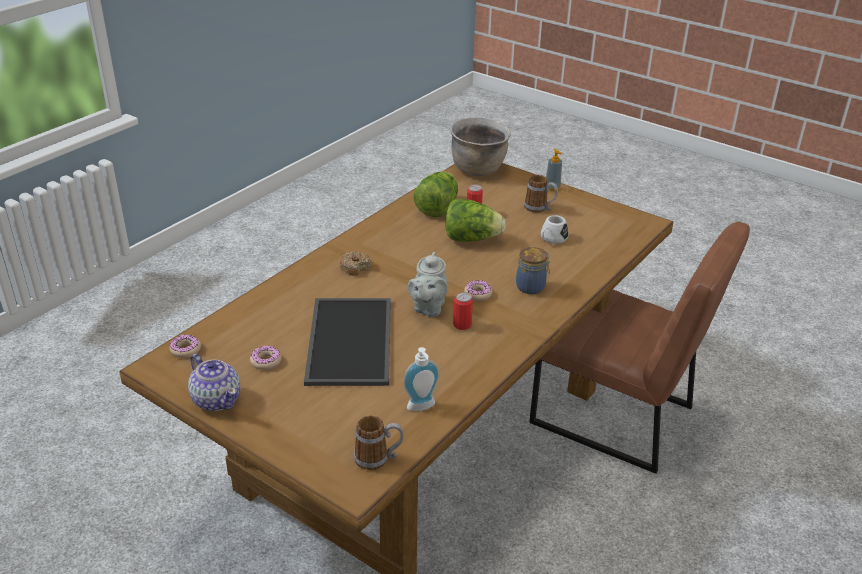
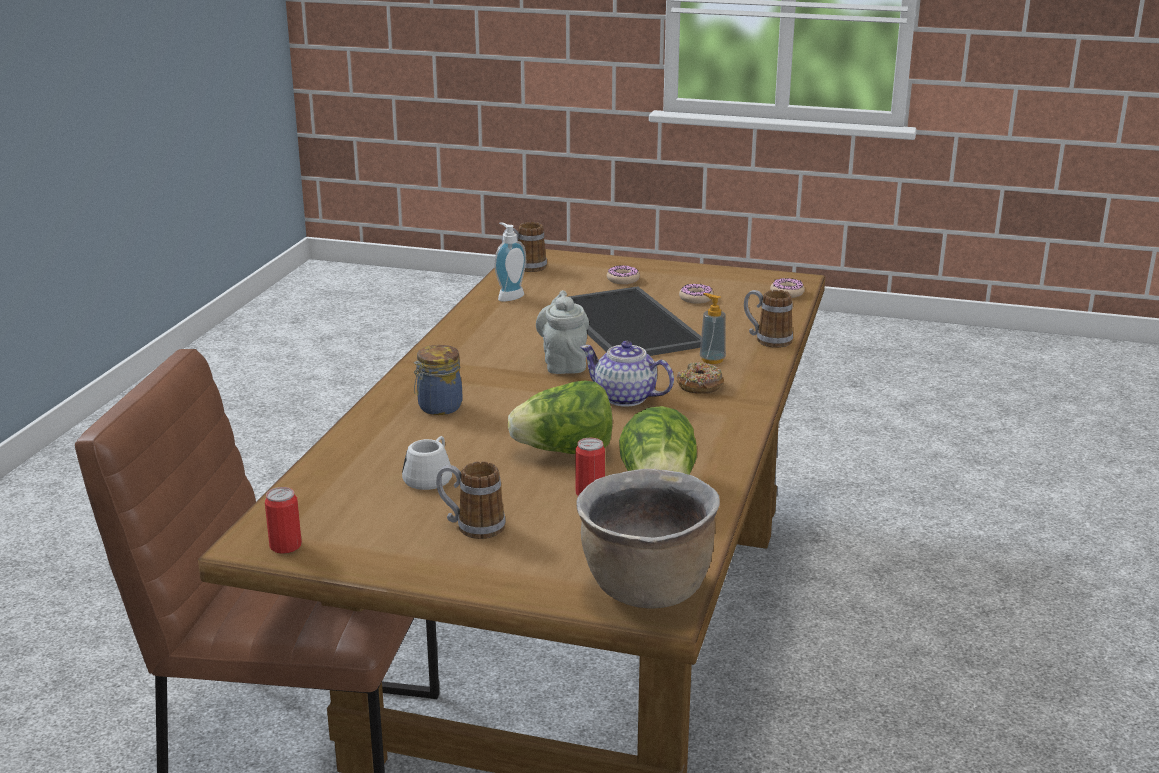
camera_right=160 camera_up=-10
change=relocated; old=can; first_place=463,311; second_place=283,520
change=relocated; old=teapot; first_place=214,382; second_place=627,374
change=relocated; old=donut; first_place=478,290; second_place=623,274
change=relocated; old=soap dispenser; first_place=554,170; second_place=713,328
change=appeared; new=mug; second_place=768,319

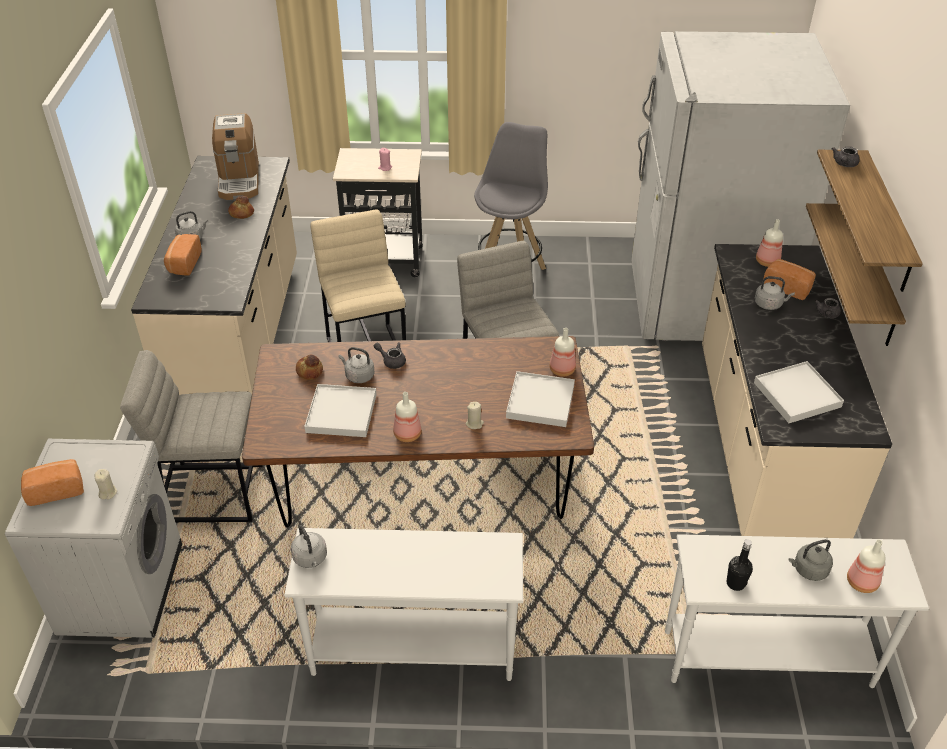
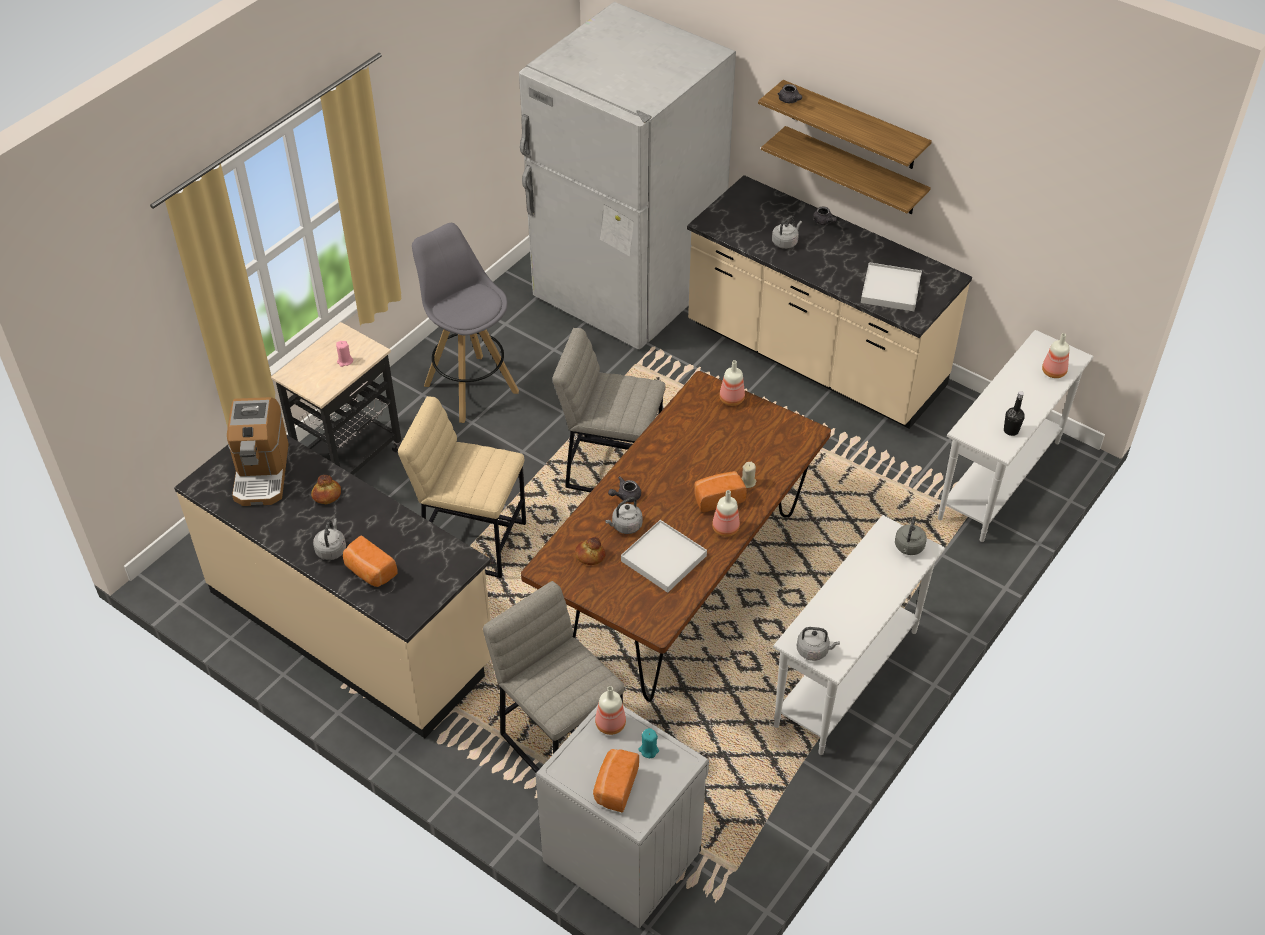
camera_right=-55 camera_up=5
change=spun; old=coffee machine; first_place=235,156; second_place=258,451; degrees=60
change=spun; old=chair/grey; first_place=191,436; second_place=554,677; degrees=105
change=relocated; old=bottle; first_place=769,243; second_place=610,710
change=colour; old=candle/beige; new=candle/turquoise; first_place=105,484; second_place=648,743
change=relocated; old=bread; first_place=790,279; second_place=720,491
change=relocated; old=kettle/grey; first_place=810,560; second_place=911,535
change=missing; old=tray/white; first_place=540,399

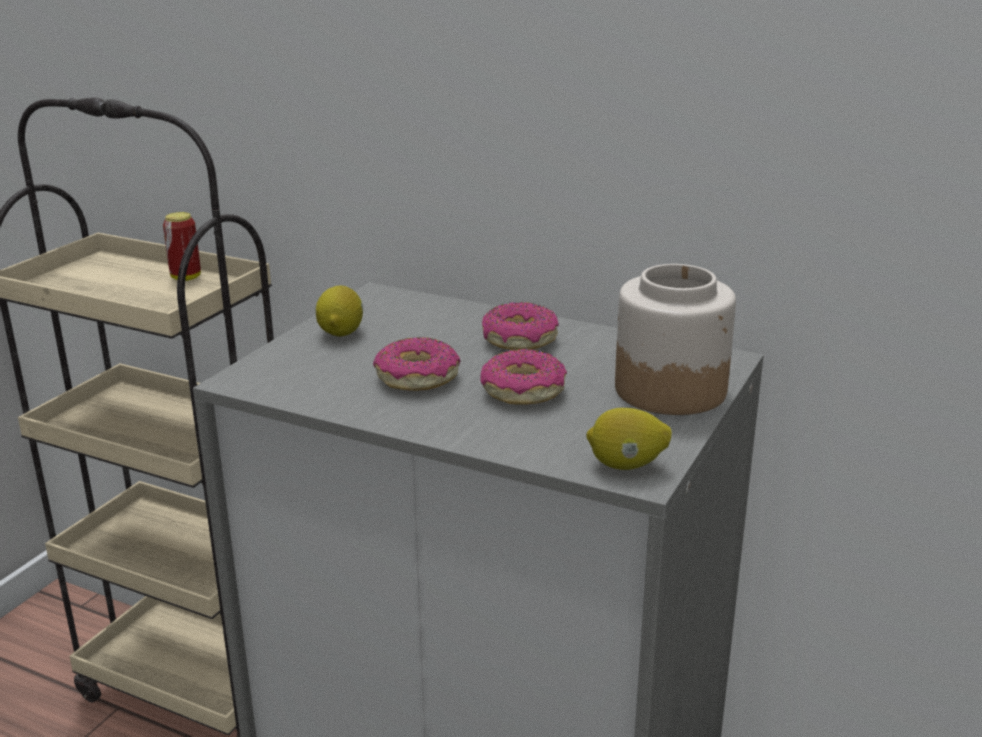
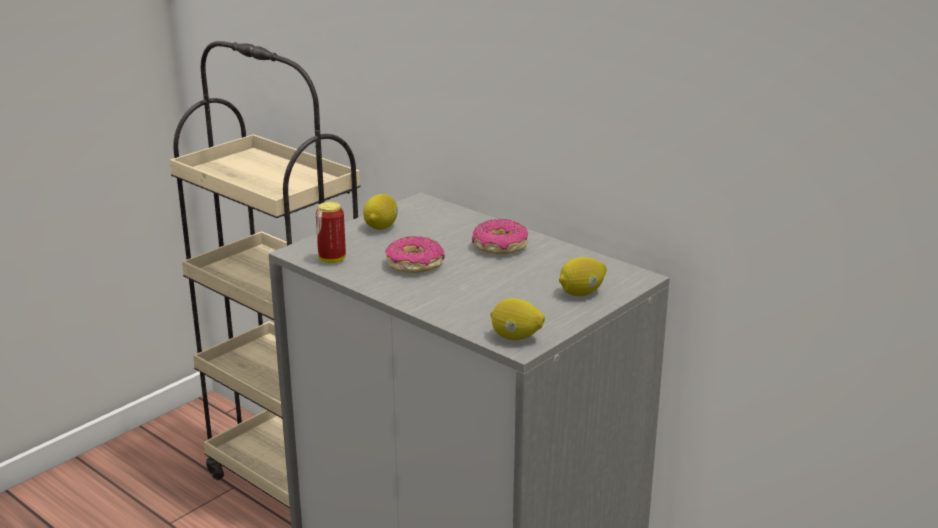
camera_right=15 camera_up=0
change=relocated; old=can; first_place=182,246; second_place=331,232
change=exchanged; old=jar; new=lemon; first_place=675,339; second_place=583,276
change=missing; old=donut; first_place=523,377

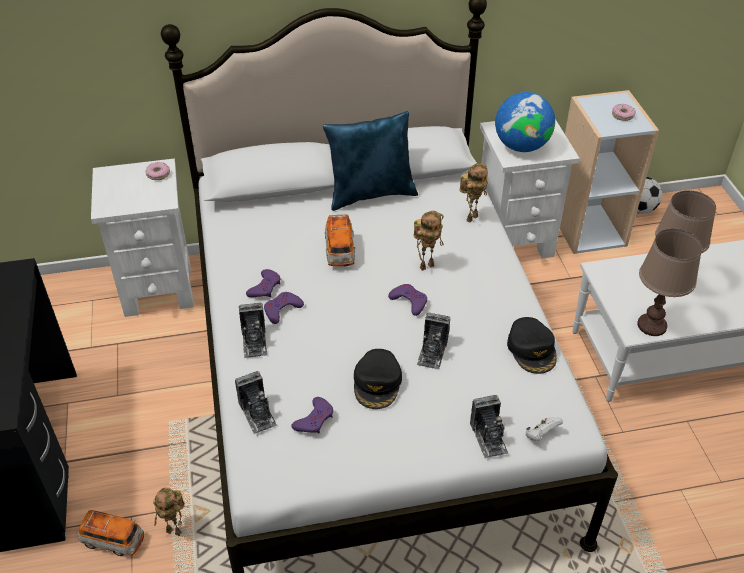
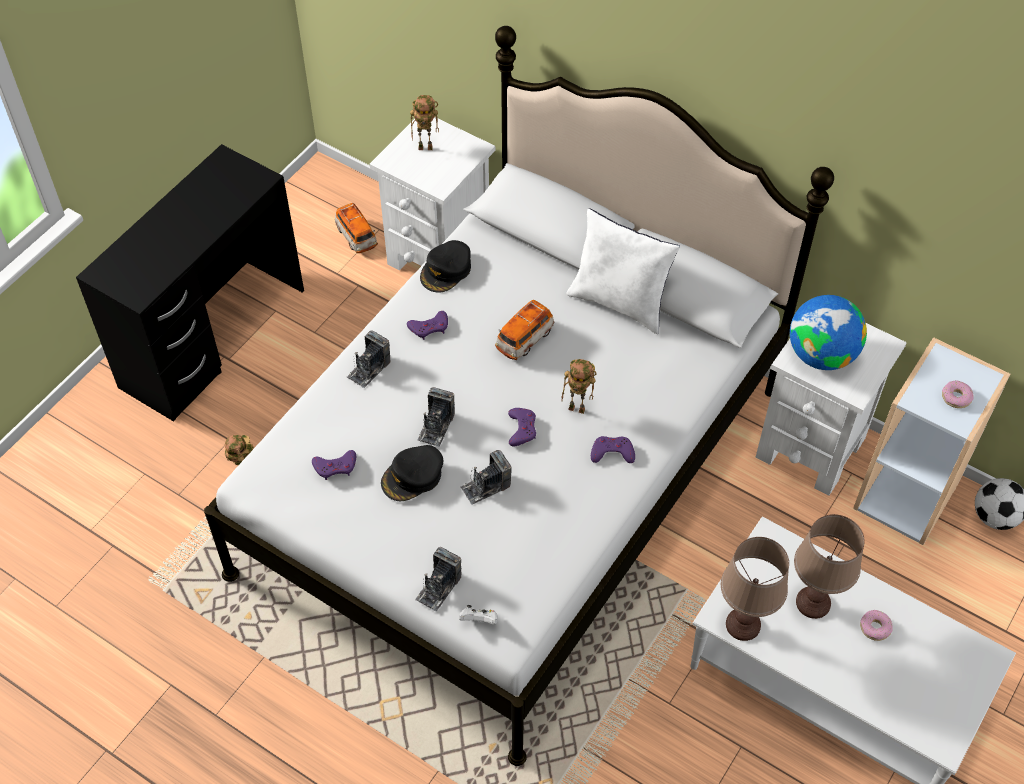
camera_right=45 camera_up=10
change=relocated; old=toy car; first_place=111,533; second_place=356,228
change=relocated; old=toy robot; first_place=473,193; second_place=424,122
change=relocated; old=photo camera; first_place=256,402; second_place=436,417
change=relocated; old=cap/black; first_place=532,345; second_place=445,266
change=colour; old=pillow/blue; new=pillow/white; first_place=370,161; second_place=623,271
change=relocated; old=game controller/purple; first_place=284,308; second_place=613,449
change=relocated; old=donut; first_place=158,171; second_place=876,625

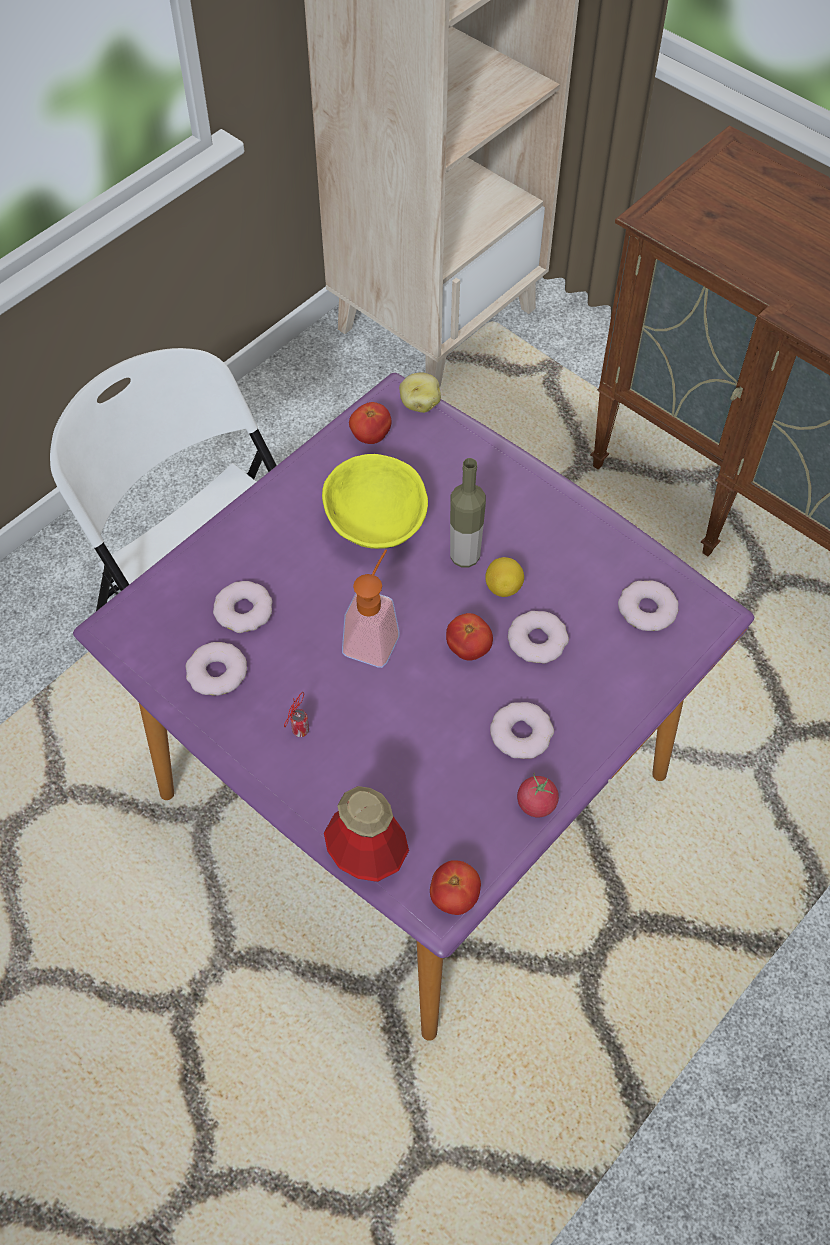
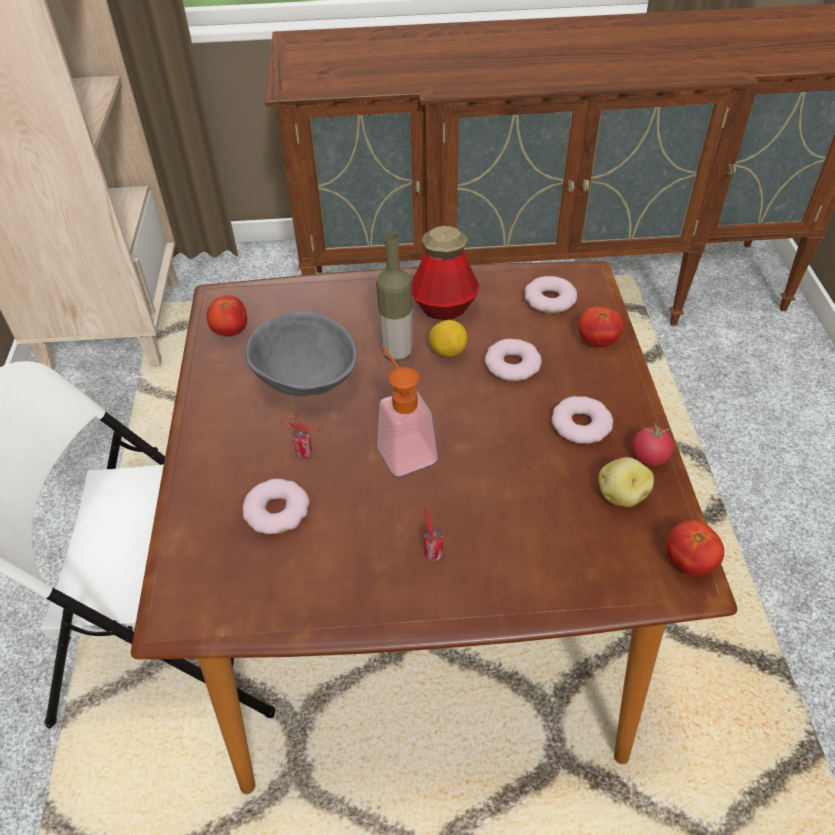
camera_right=-45 camera_up=-10
change=colour; old=dining table/purple; new=dining table/brown; first_place=413,707; second_place=434,527
change=colour; old=bowl/yellow; new=bowl/grey; first_place=375,501; second_place=301,353
change=appeared; new=can; second_place=300,436
change=relocated; old=bottle; first_place=366,834; second_place=445,273
change=relocated; old=tomato; first_place=469,637; second_place=601,326
change=relocated; old=potato; first_place=420,392; second_place=626,482
change=missing; old=donut; first_place=216,669

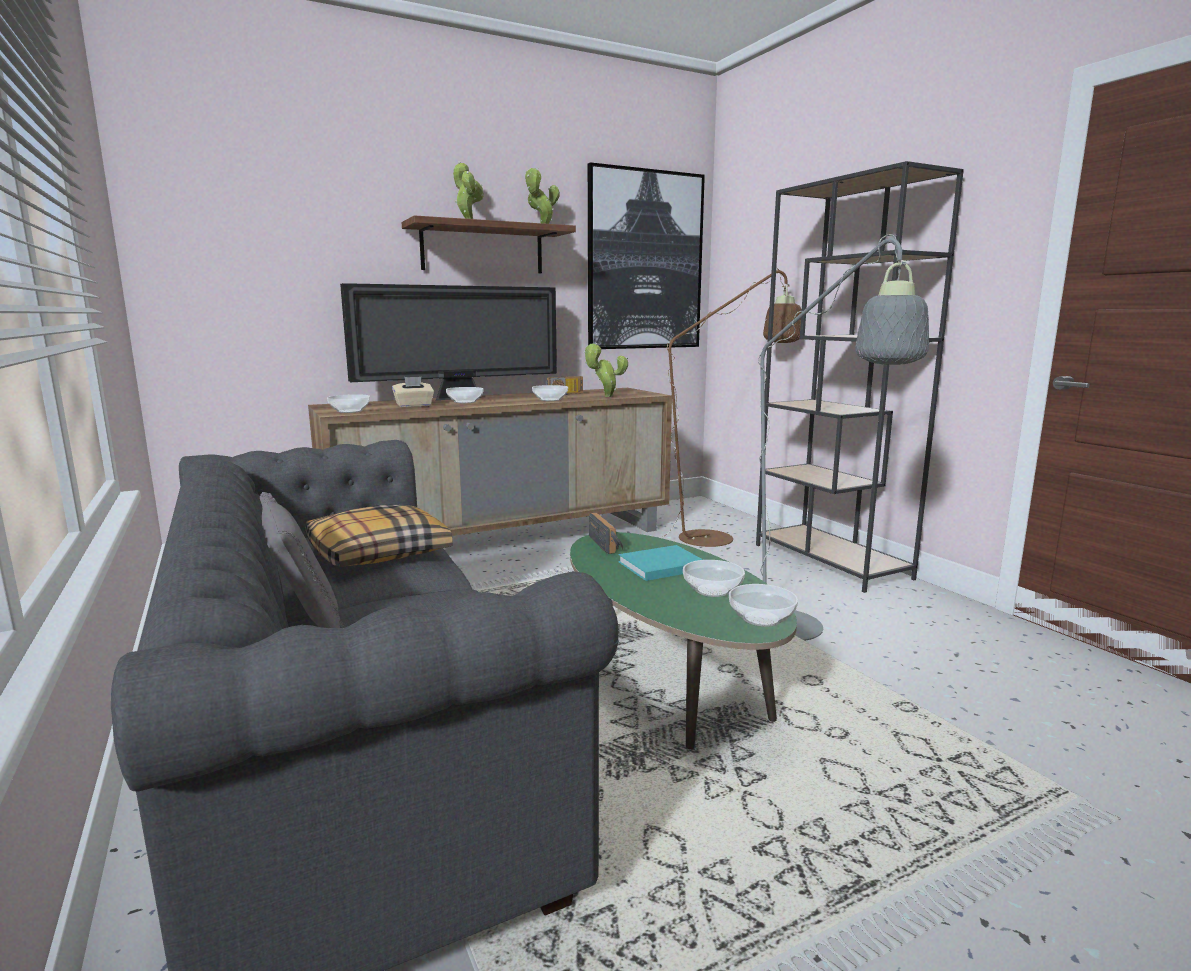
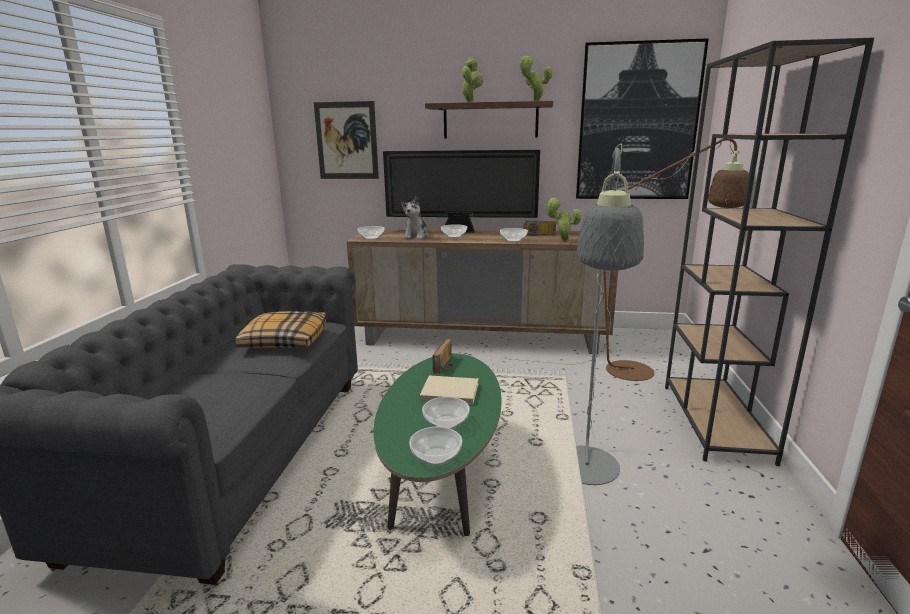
camera_right=35 camera_up=5
change=appeared; new=picture; second_place=346,140
change=exchanged; old=tissue box/beige; new=plush toy; first_place=413,392; second_place=415,217
change=colour; old=book/turquoise; new=book/beige; first_place=660,563; second_place=449,390
change=missing; old=pillow/grey; first_place=303,560

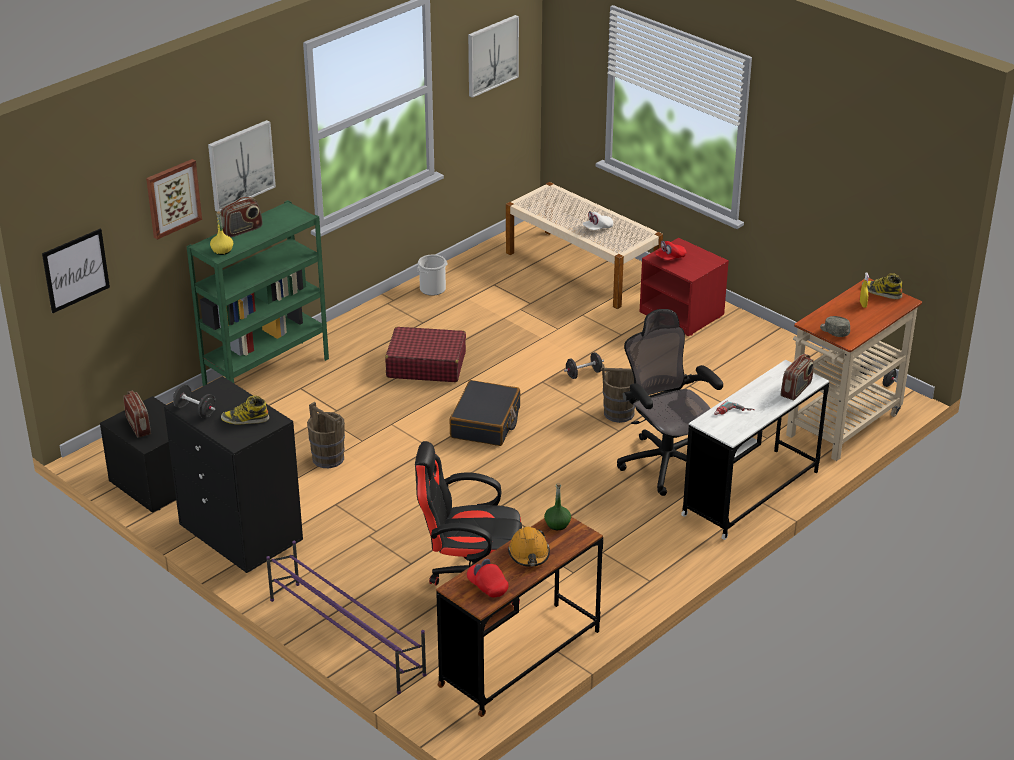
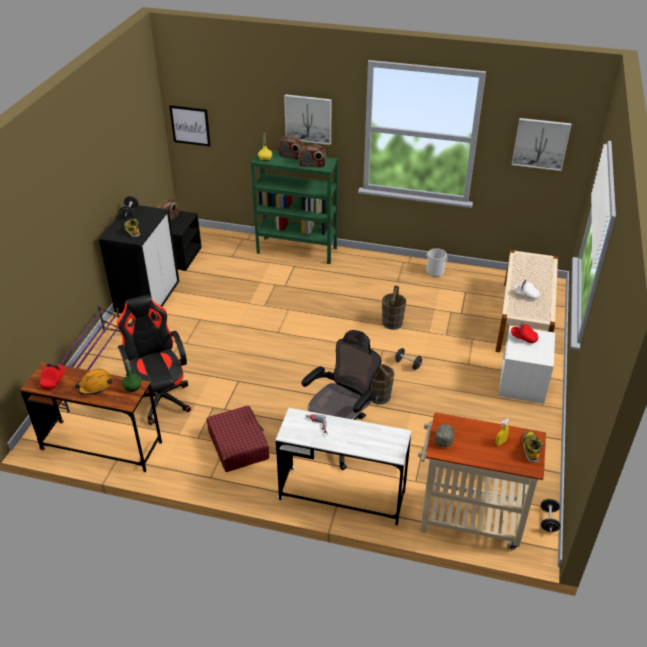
camera_right=60 camera_up=5
change=relocated; old=suitcase/red; first_place=425,354; second_place=238,438
change=relocated; old=radio; first_place=797,377; second_place=312,156
change=relocated; old=bucket/brown; first_place=326,435; second_place=394,307
change=colour; old=nightstand/red; new=nightstand/white; first_place=684,287; second_place=526,365
change=missing; old=picture; first_place=174,199
change=missing; old=suitcase/black; first_place=484,413

